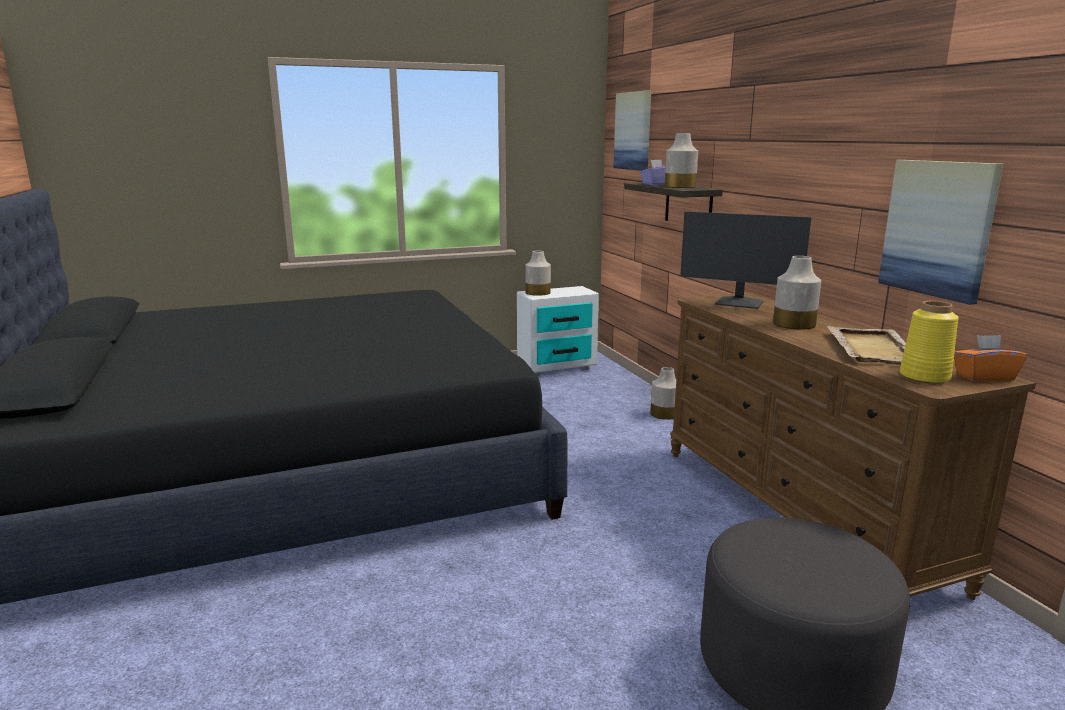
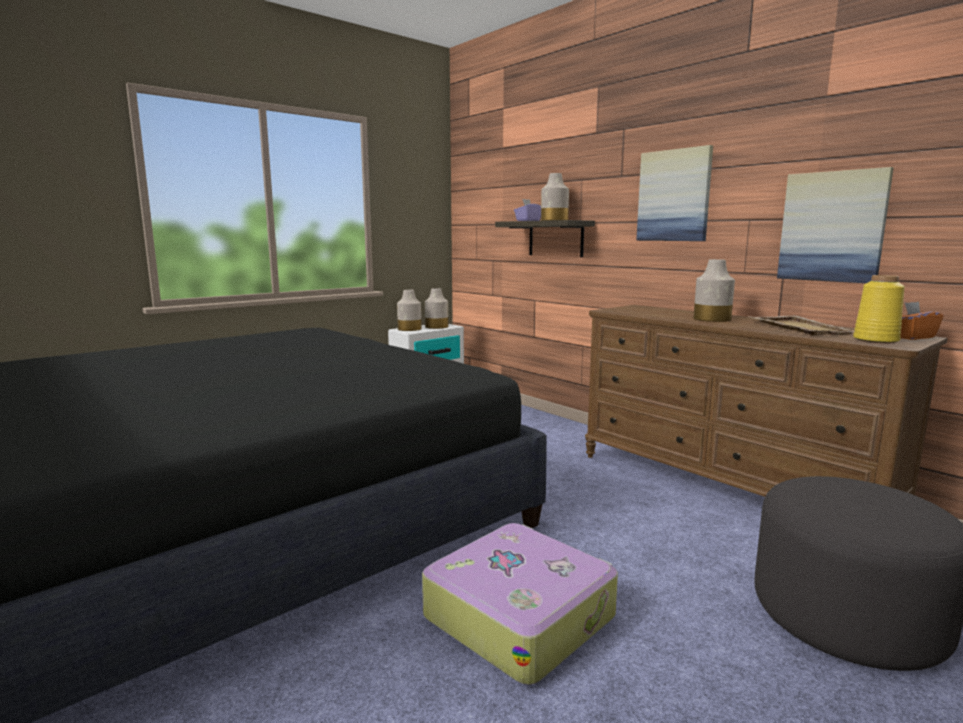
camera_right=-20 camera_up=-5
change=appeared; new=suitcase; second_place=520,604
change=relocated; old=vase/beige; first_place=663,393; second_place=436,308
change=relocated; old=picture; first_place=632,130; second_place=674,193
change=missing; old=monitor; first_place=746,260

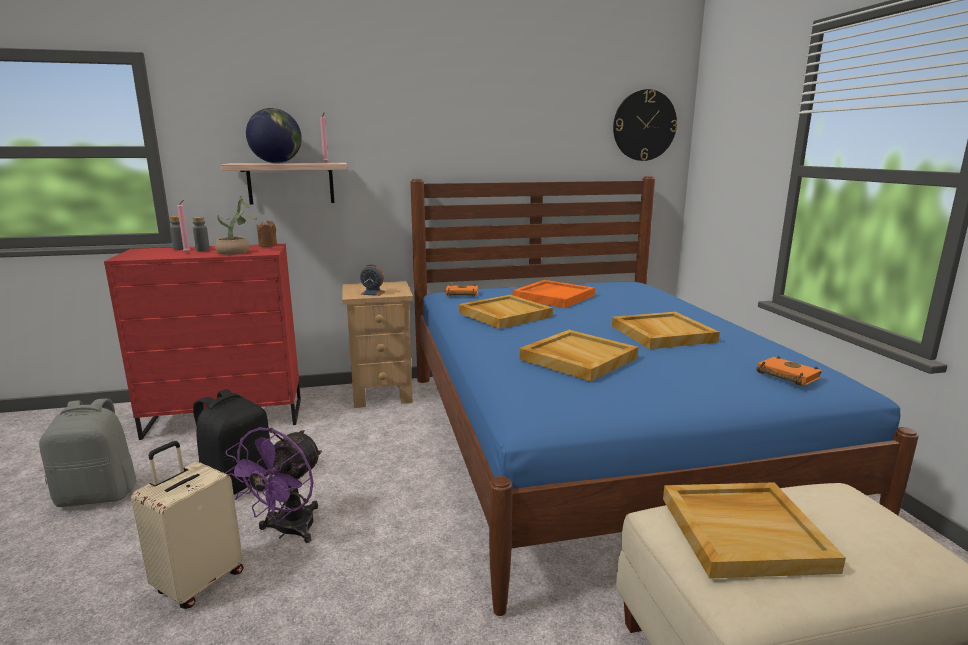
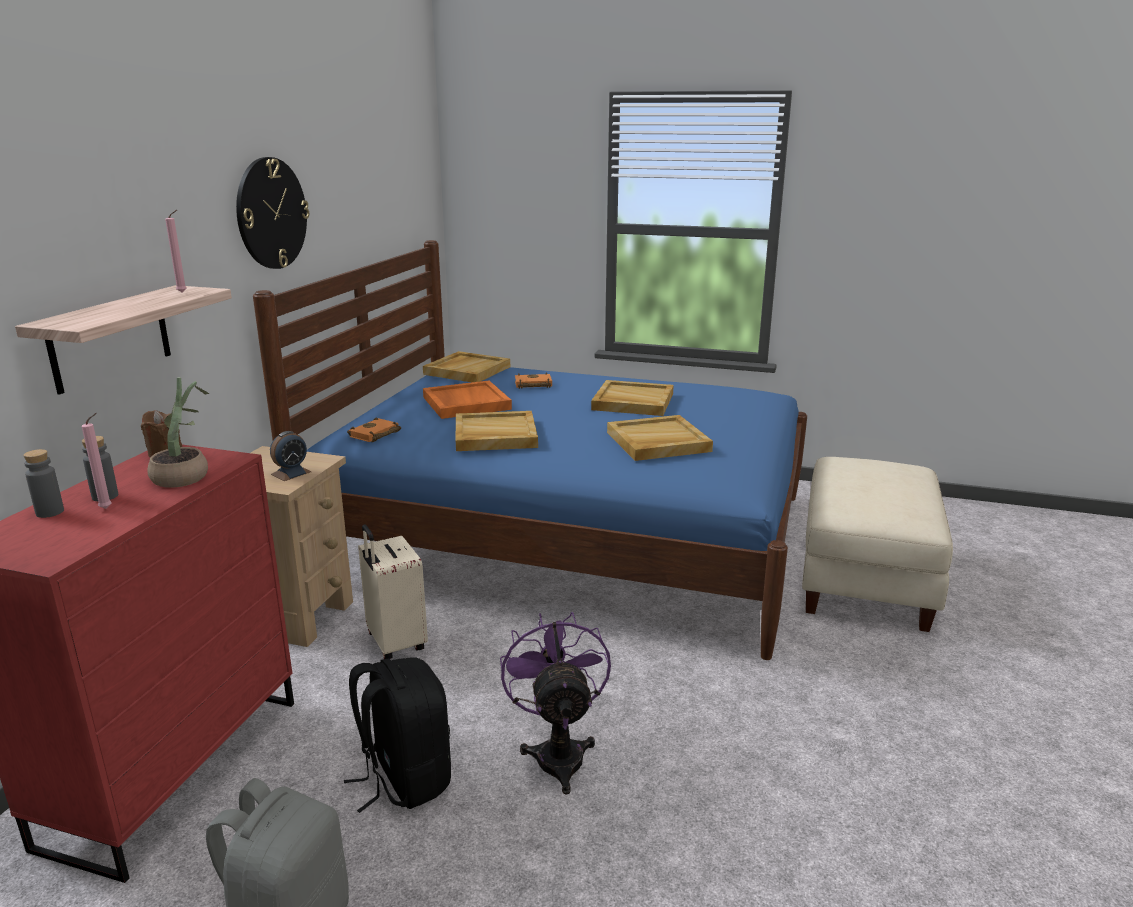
camera_right=-60 camera_up=5
change=relocated; old=wall clock; first_place=645,125; second_place=272,213
change=relocated; old=suitcase/beige; first_place=187,525; second_place=393,591
change=relocated; old=tray/beige; first_place=754,530; second_place=466,366
change=spun; old=fan/purple; first_place=273,485; second_place=555,703; degrees=-150
change=relocated; old=book/orange; first_place=789,371; second_place=533,381
change=missing; old=globe; first_place=274,135

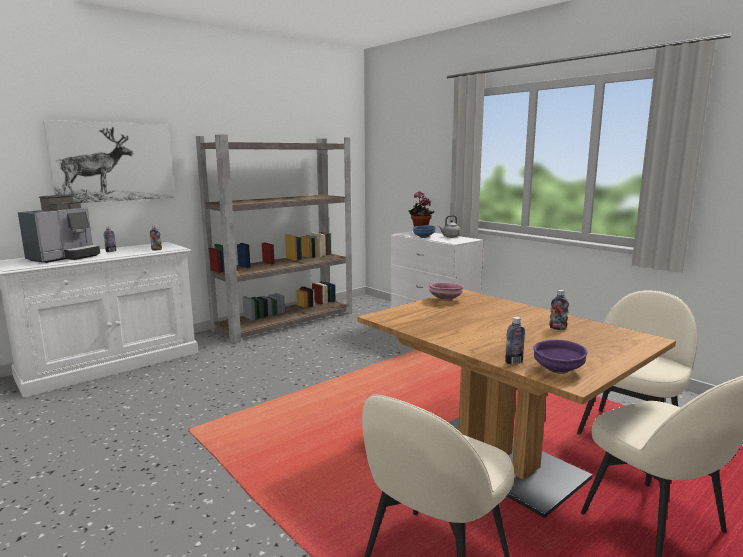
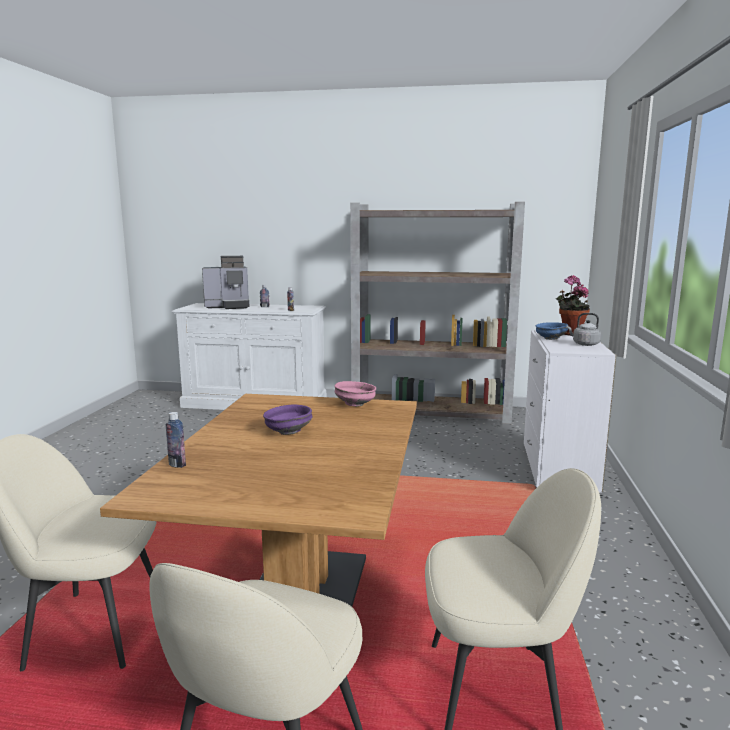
camera_right=50 camera_up=0
change=relocated; old=bowl/purple; first_place=560,357; second_place=288,419
change=missing; old=picture; first_place=109,161
change=missing; old=bottle; first_place=559,310

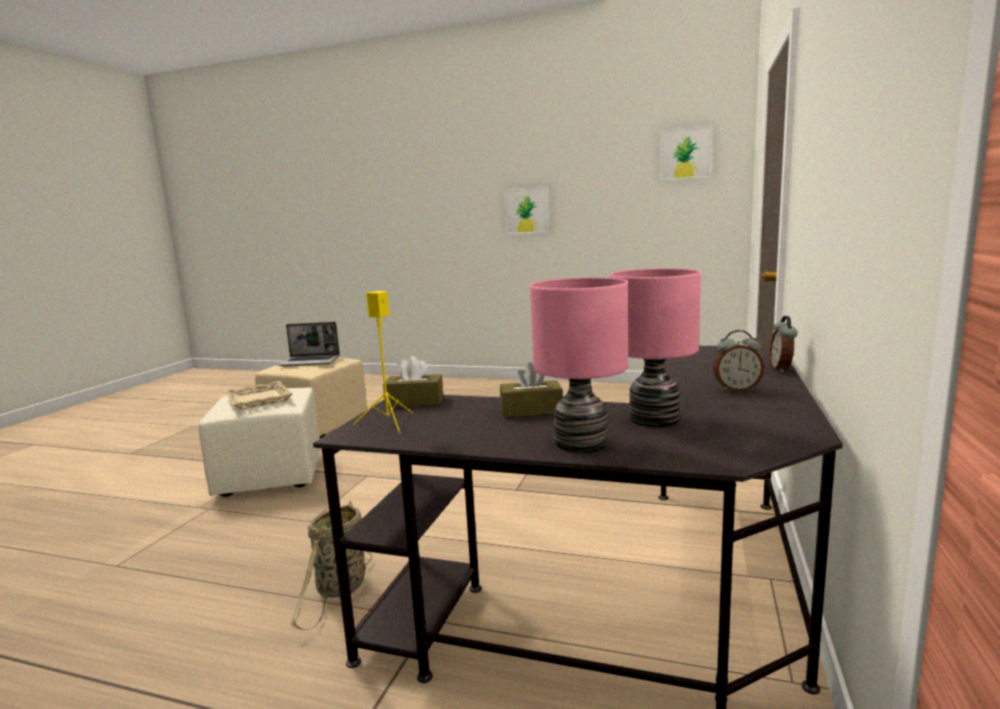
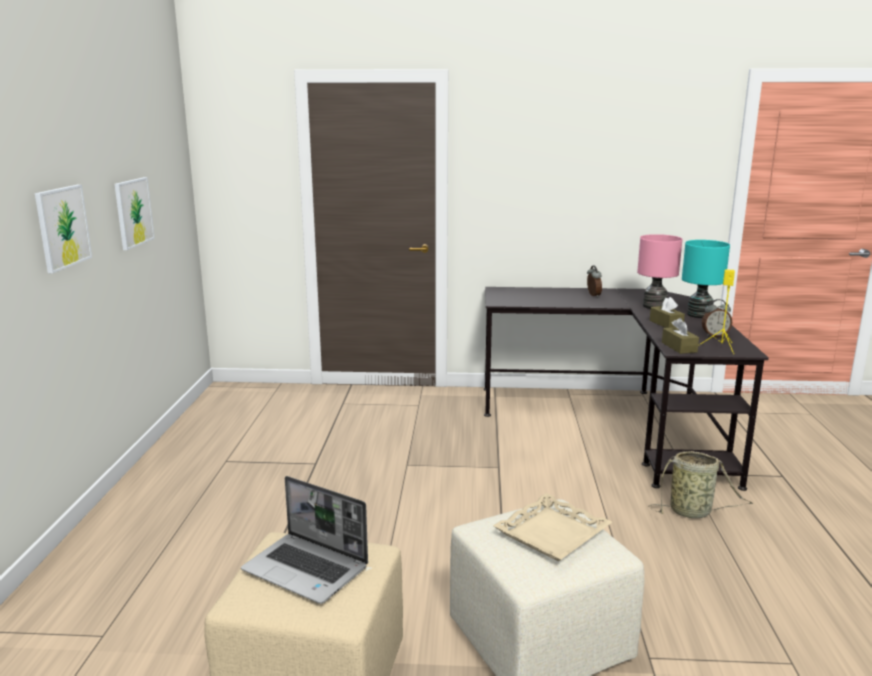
camera_right=-105 camera_up=5
change=relocated; old=picture; first_place=686,153; second_place=134,213
change=spun; old=laptop; first_place=309,344; second_place=304,540; degrees=135
change=colour; old=table lamp/pink; new=table lamp/turquoise; first_place=579,365; second_place=706,279
change=relocated; old=alarm clock; first_place=783,344; second_place=717,318

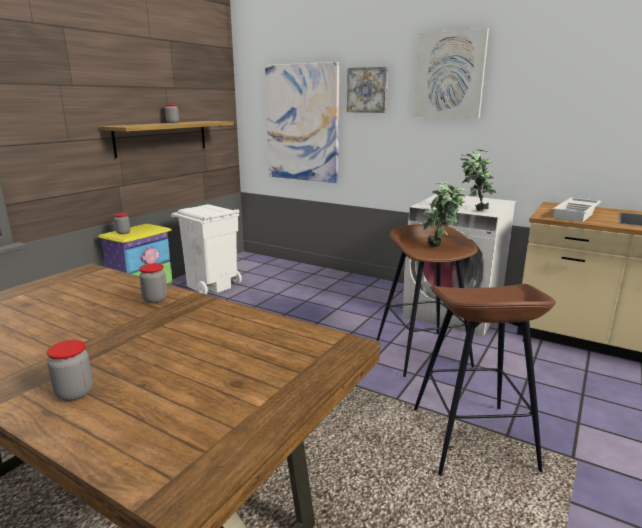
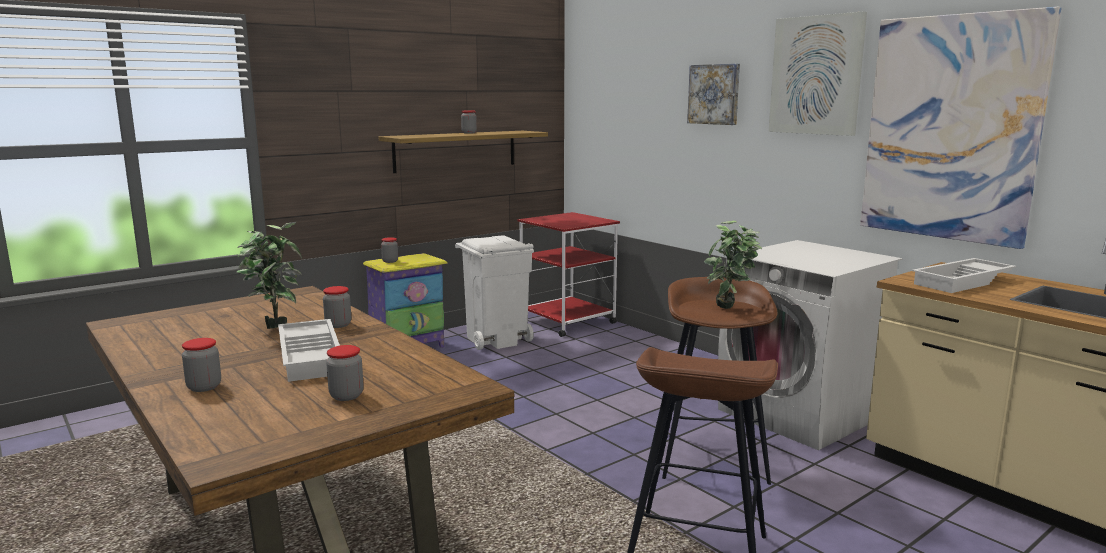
camera_right=20 camera_up=-5
change=relocated; old=potted plant; first_place=479,180; second_place=269,275
change=appeared; new=tray/white; second_place=309,350
change=appeared; new=jar; second_place=345,373
change=appeared; new=cart/red; second_place=568,274
change=relocated; old=picture; first_place=302,122; second_place=961,128

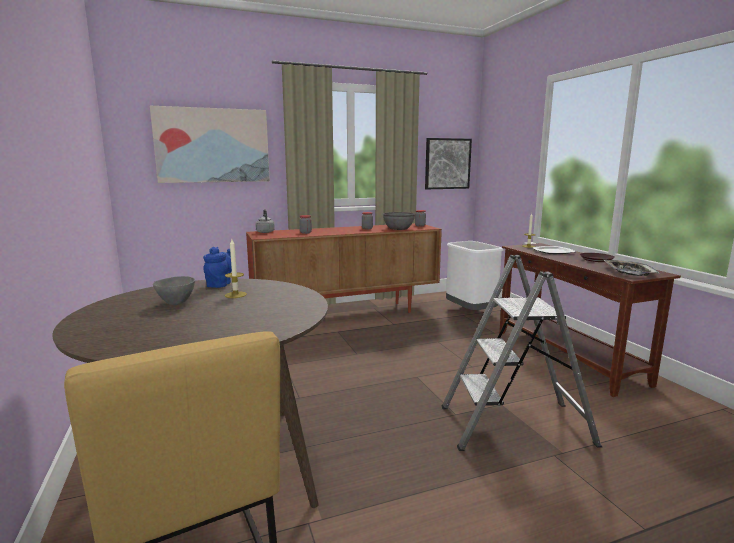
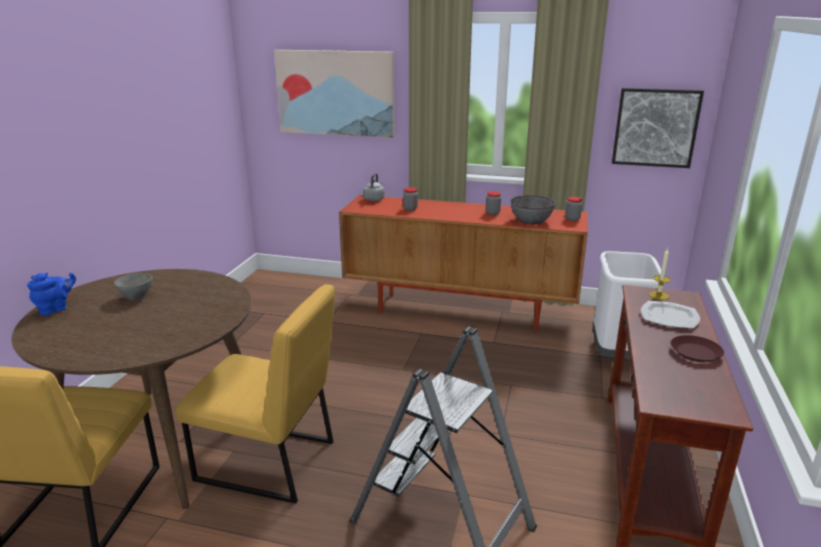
camera_right=35 camera_up=10
change=relocated; old=teapot/blue; first_place=217,267; second_place=51,294
change=appeared; new=chair/yellow; second_place=255,394
change=missing; old=candle; first_place=236,268
change=missing; old=tray; first_place=631,268

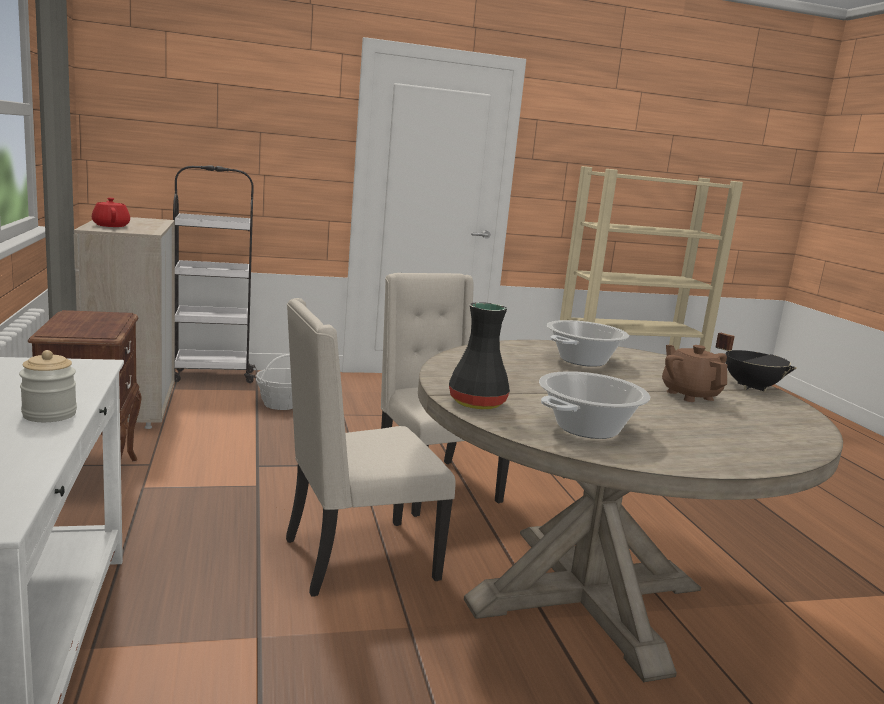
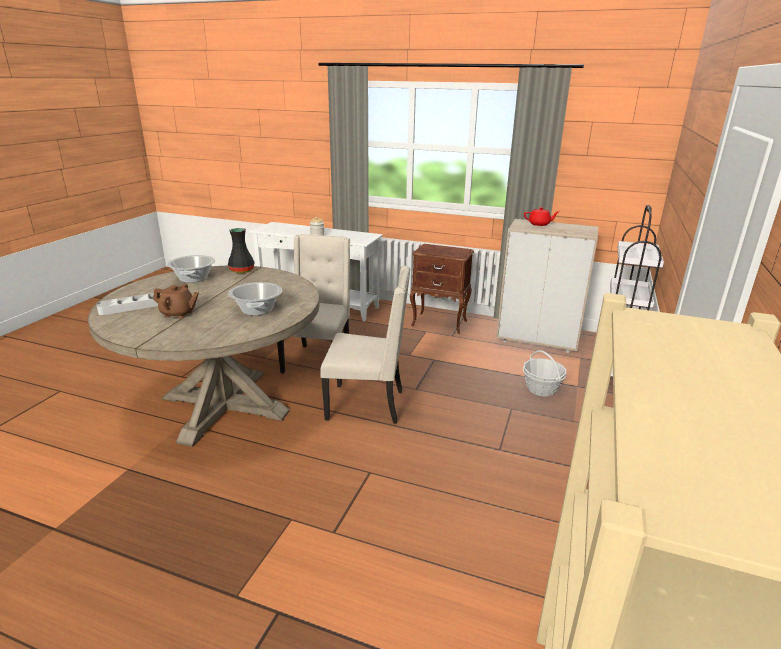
camera_right=125 camera_up=10
change=appeared; new=tray/grey; second_place=127,304
change=missing; old=cooking pot/black; first_place=756,362

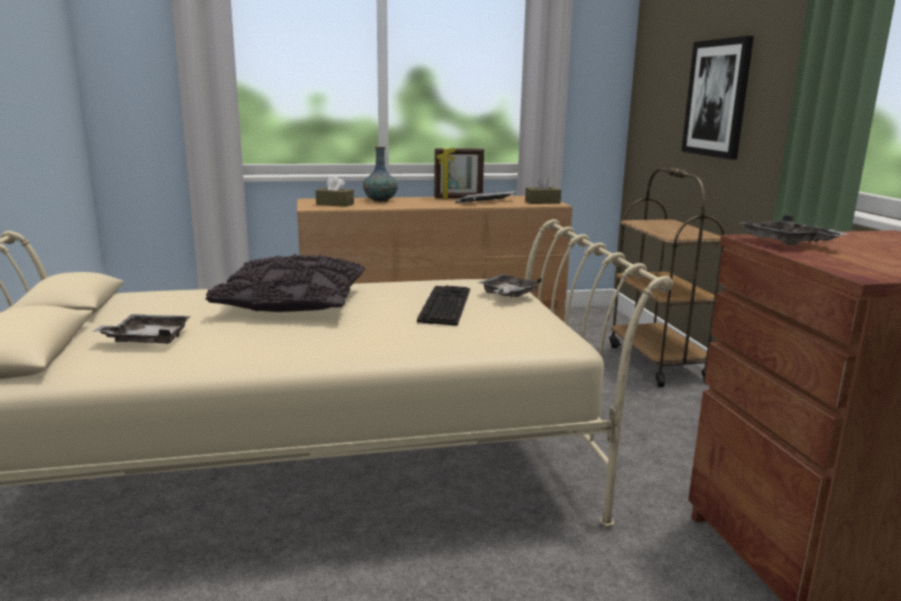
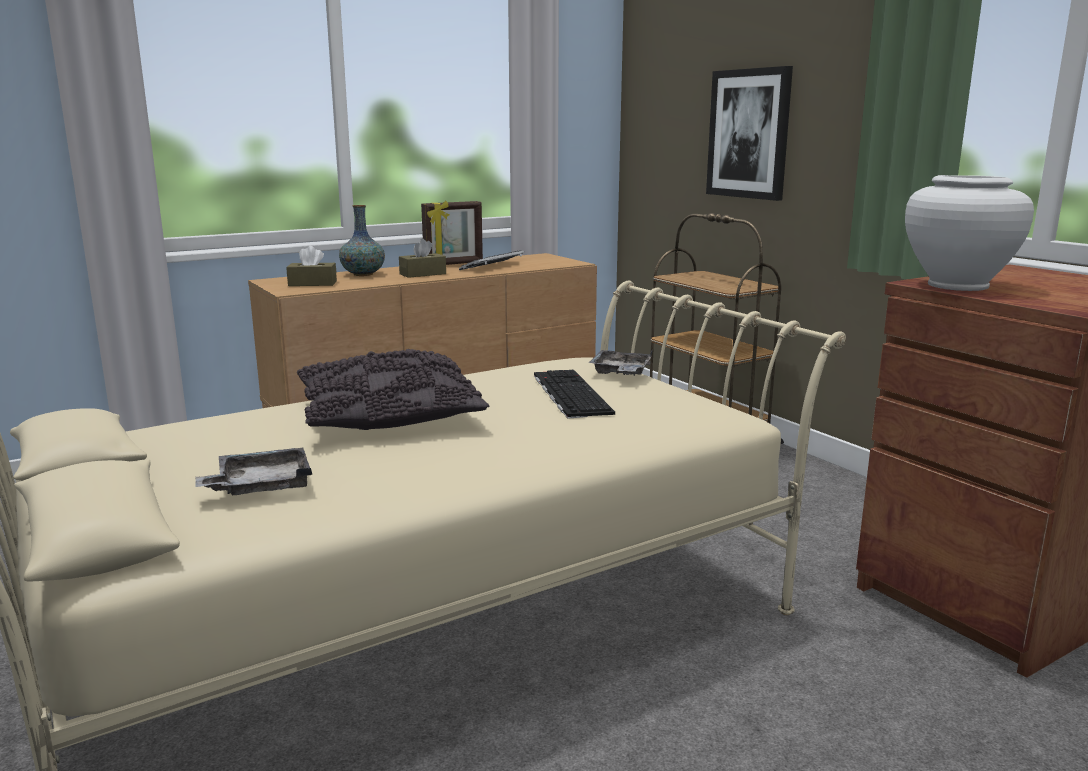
camera_right=-20 camera_up=0
change=relocated; old=tissue box/brown; first_place=543,189; second_place=422,258
change=exchanged; old=tray/grey; new=vase/white; first_place=794,229; second_place=969,233

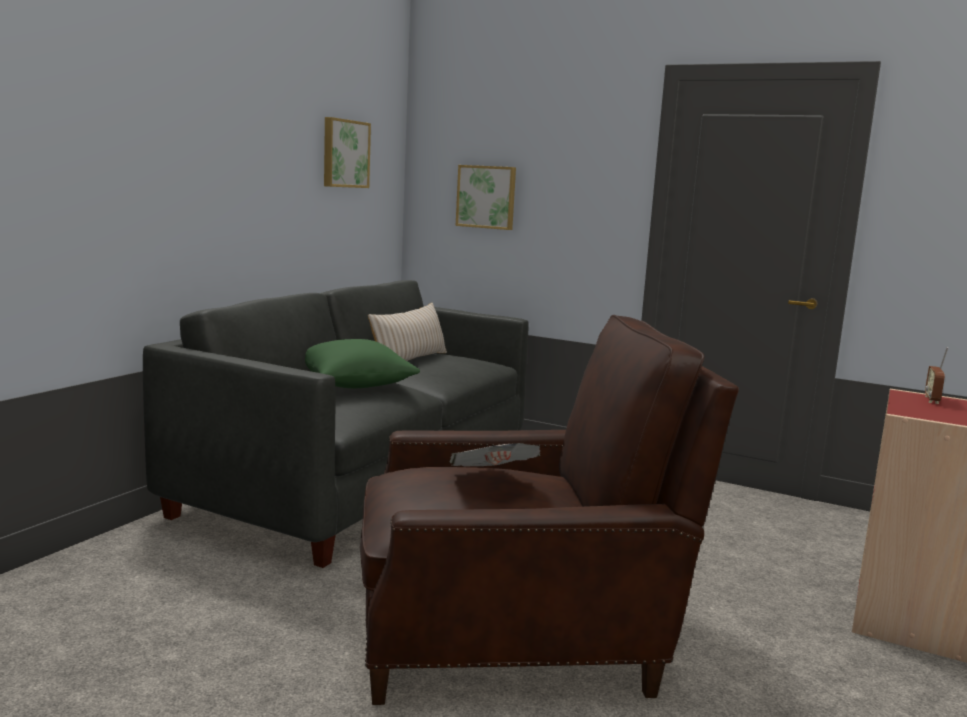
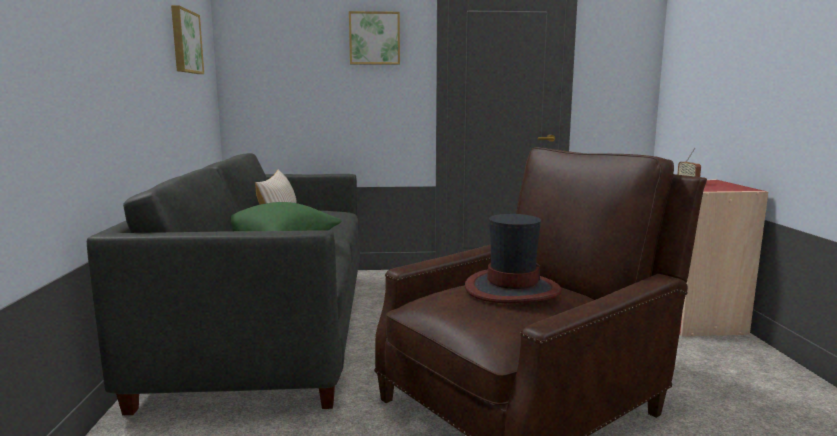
camera_right=-30 camera_up=0
change=relocated; old=picture; first_place=486,197; second_place=374,38
change=exchanged; old=newspaper; new=hat; first_place=495,455; second_place=513,258

